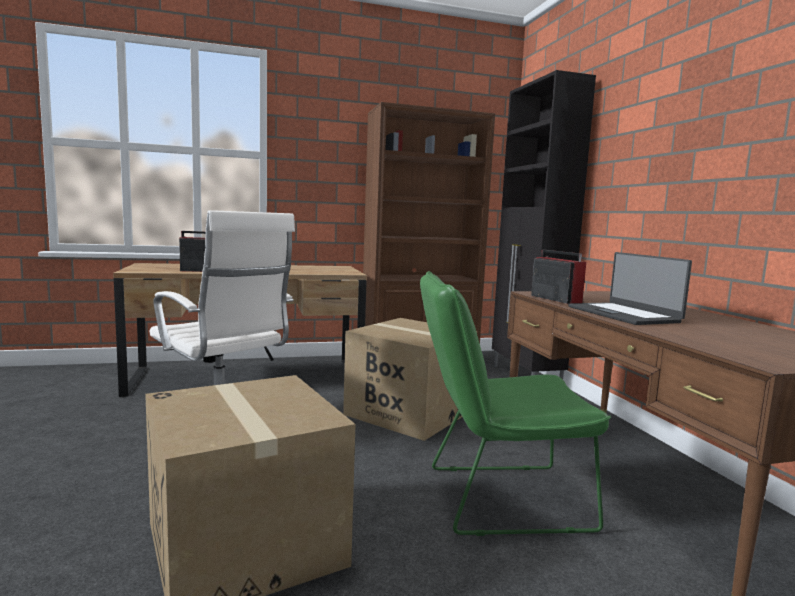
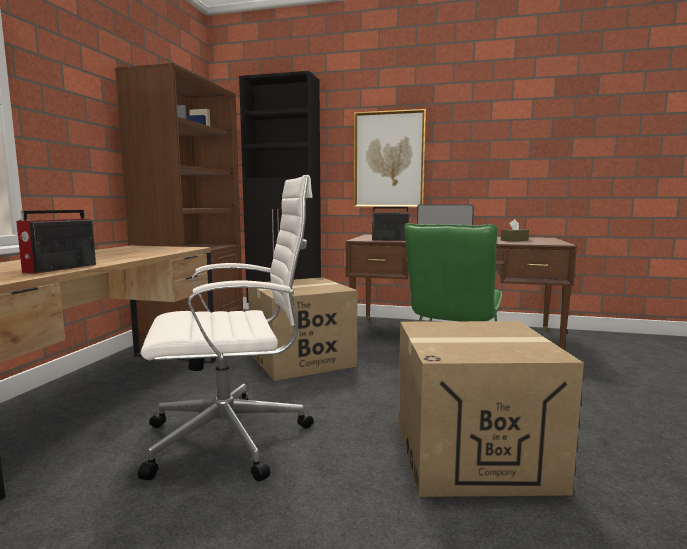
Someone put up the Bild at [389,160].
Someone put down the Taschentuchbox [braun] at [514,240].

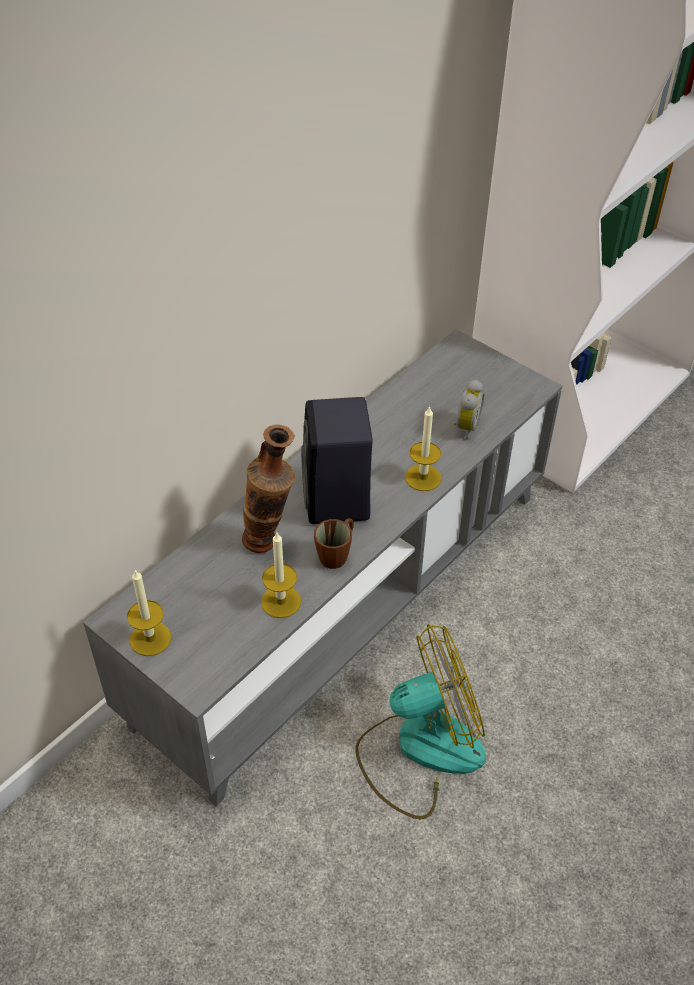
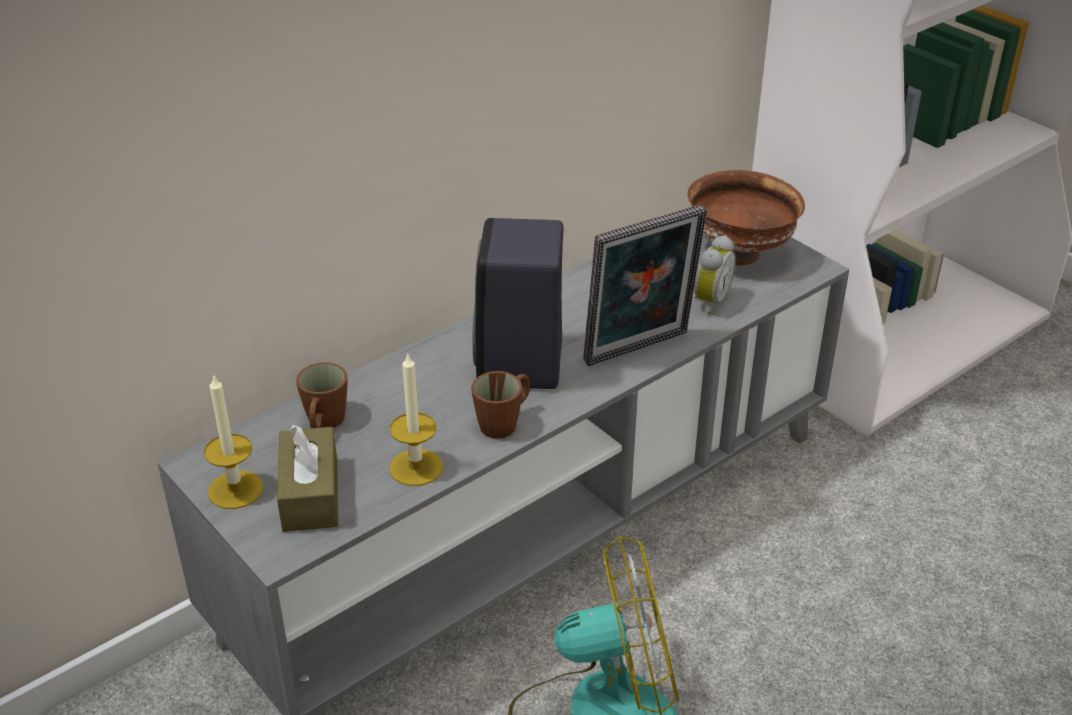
Someone took away the Vase at [270,543].
Someone put down the Taschentuchbox [braun] at [310,494].
Someone put down the Henkelbecher [braun] at [324,423].
Someone put down the Schüssel [braun] at [739,252].
Someone swapped the Kerze at [423,477] for the Bilderrahmen at [639,350].

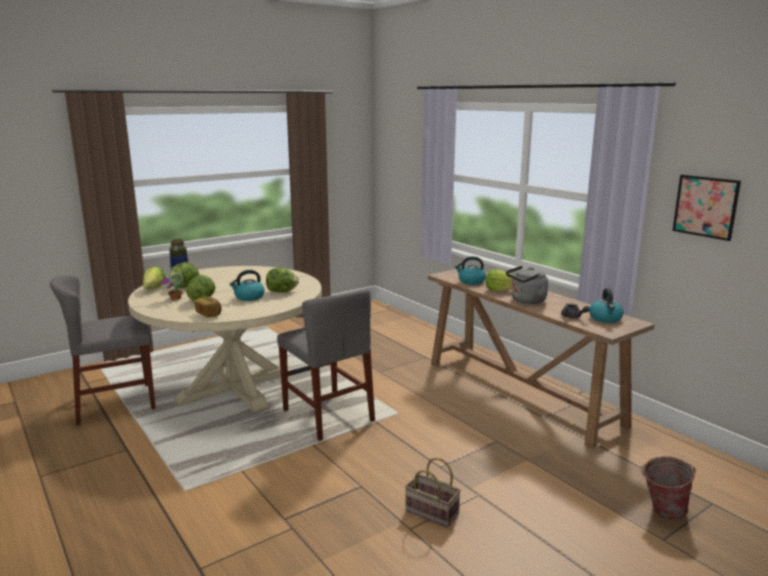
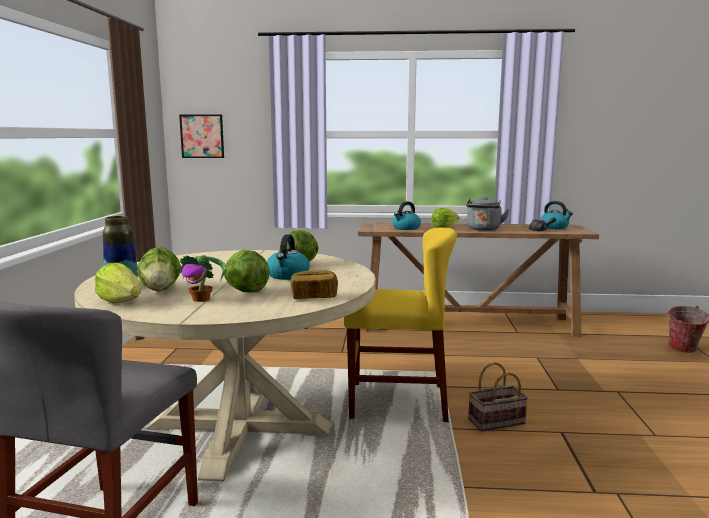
Someone carried the Korb from [430,512] to [496,422].
Someone carried the Bild from [705,206] to [202,136].
Someone repainted the Stuhl [grau] at [328,415], which became the Stuhl [gelb] at [397,402].

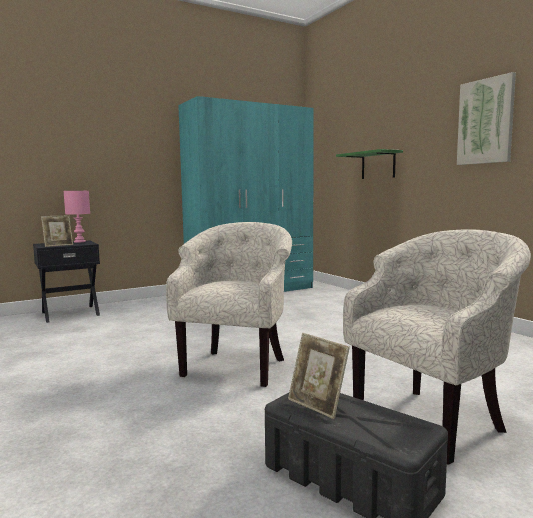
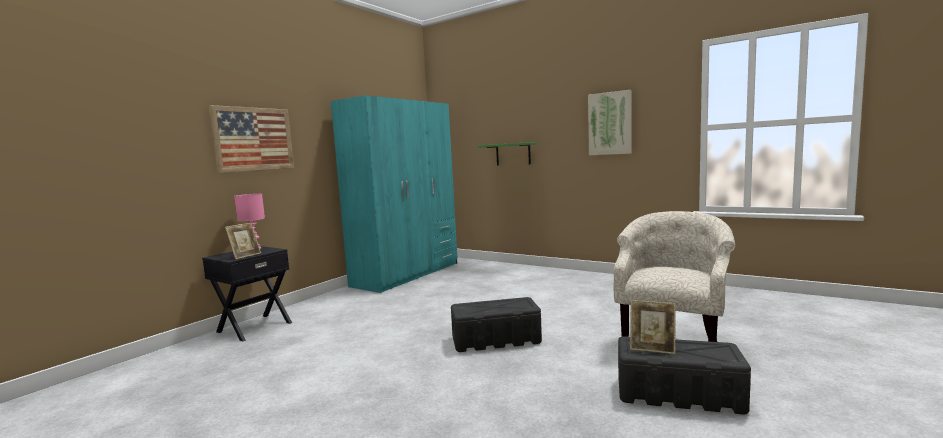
Someone put up the Bild at [254,139].
Someone swapped the Sessel [beige] at [237,365] for the Aufbewahrungsbox [schwarz] at [496,340].

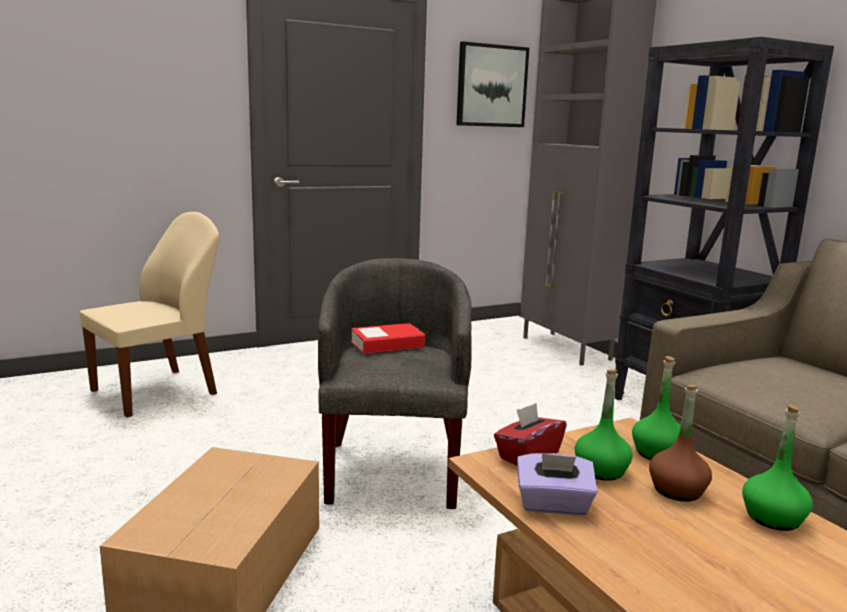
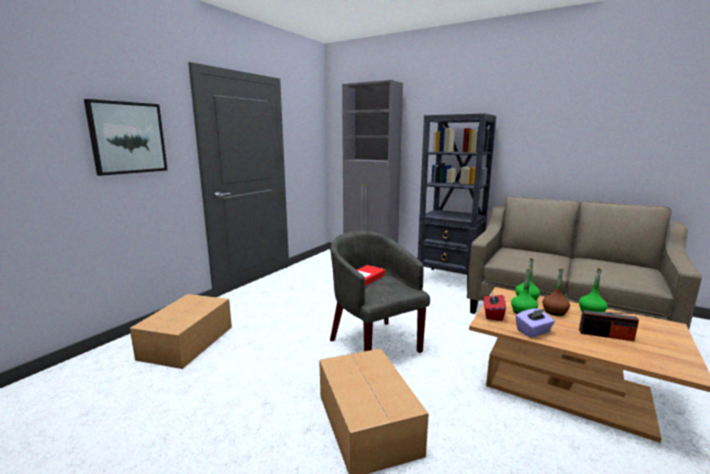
Someone put down the Radio at [606,335].
Someone carried the Bild from [491,86] to [128,138].
Someone swapped the Stuhl [beige] at [158,392] for the Karton at [188,341].

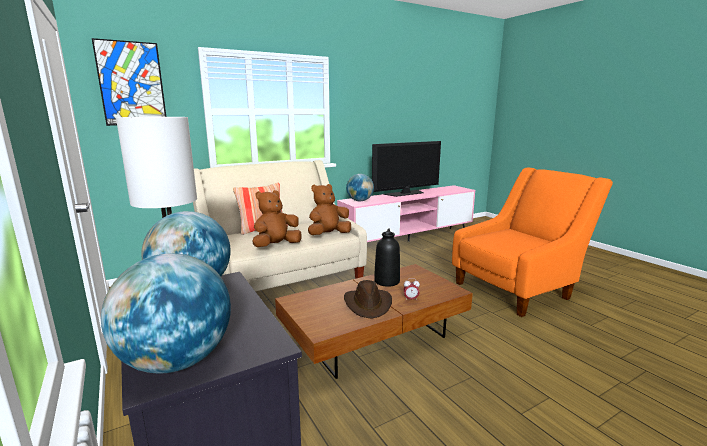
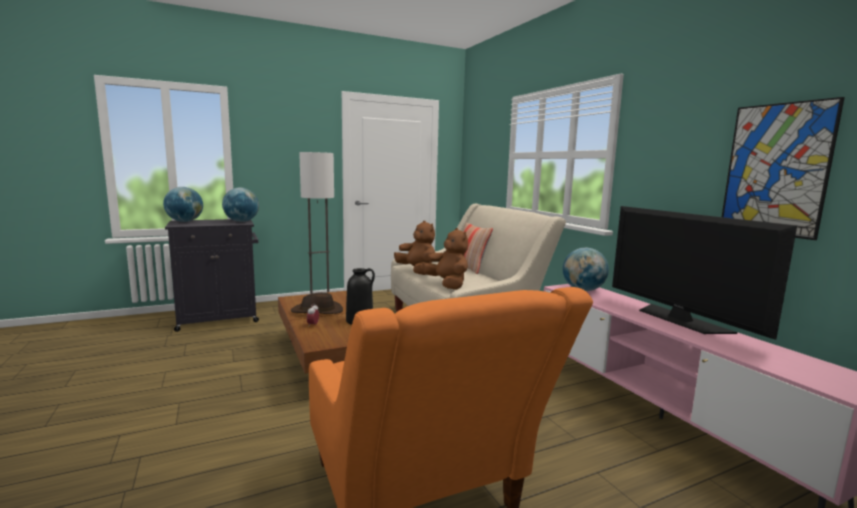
Someone carried the Bild from [131,84] to [775,170].

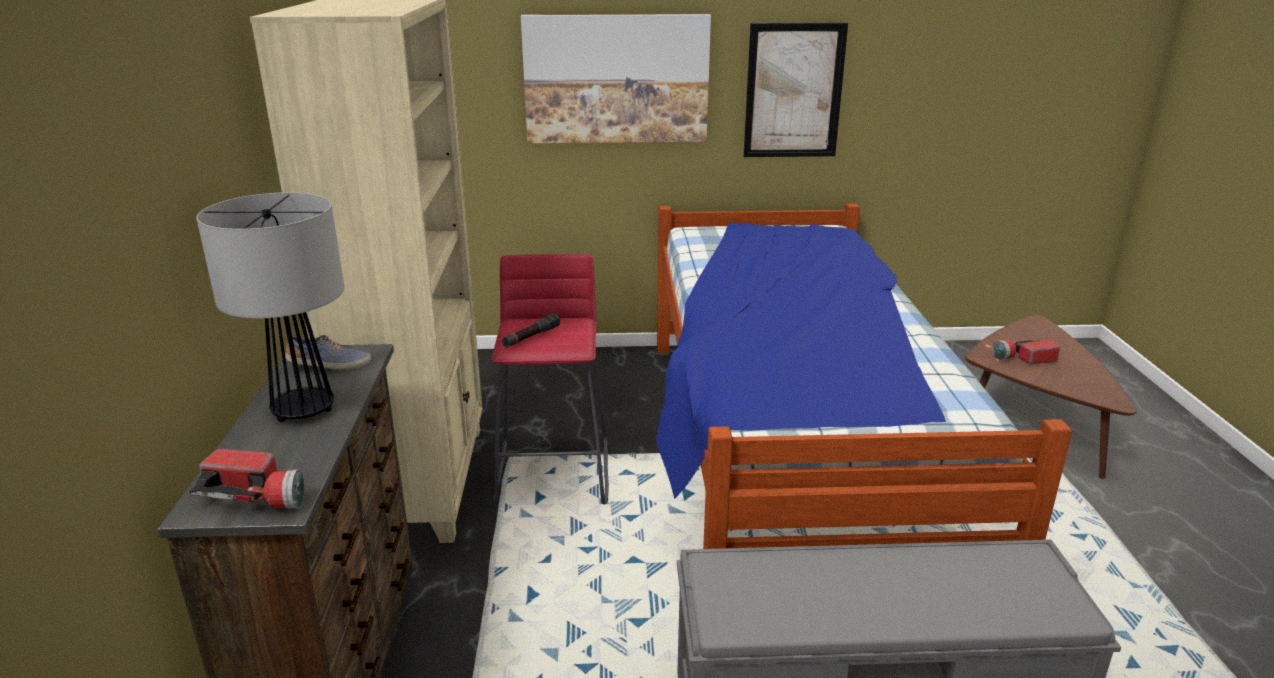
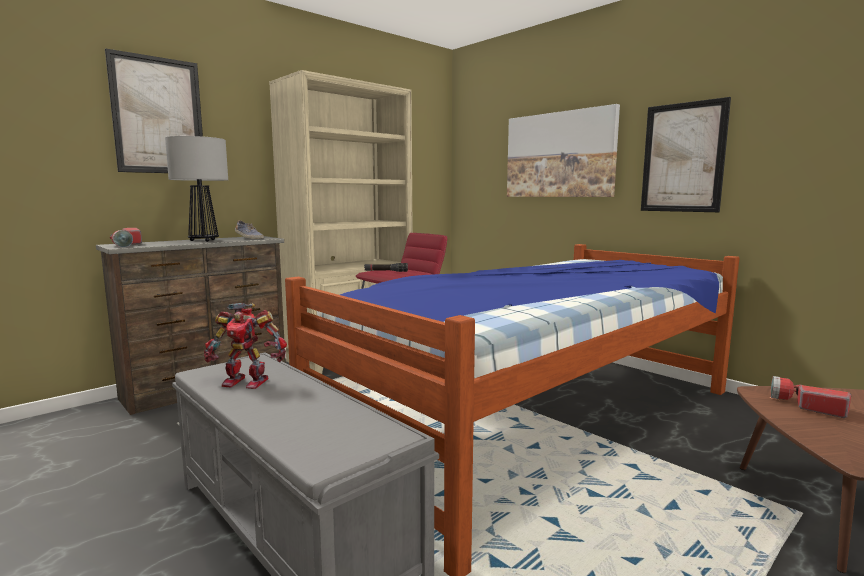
Someone put up the Bild at [158,116].
Someone put down the Spielzeugroboter at [247,381].

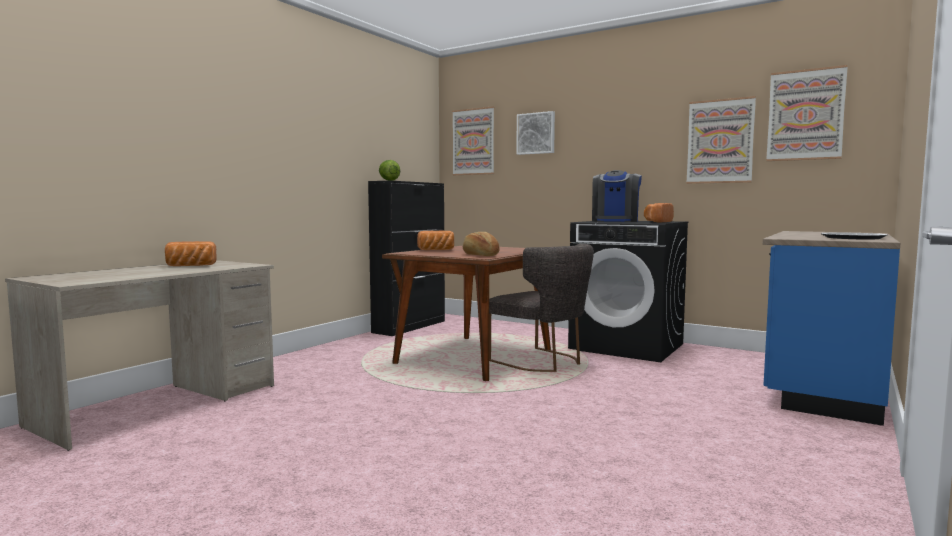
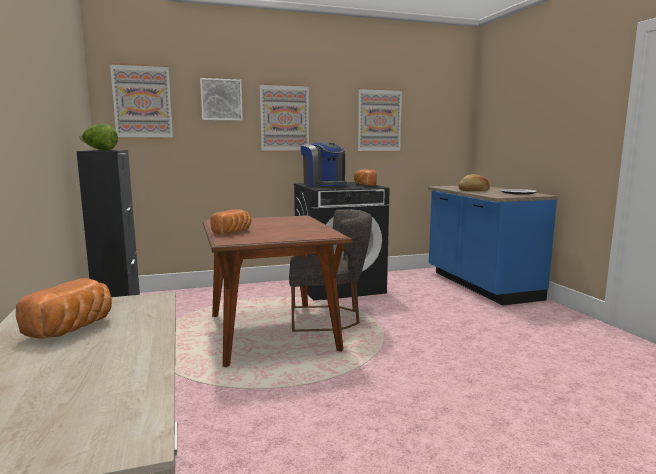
Someone carried the Brot from [480,255] to [474,191].
Someone carried the Bild from [805,115] to [284,118].

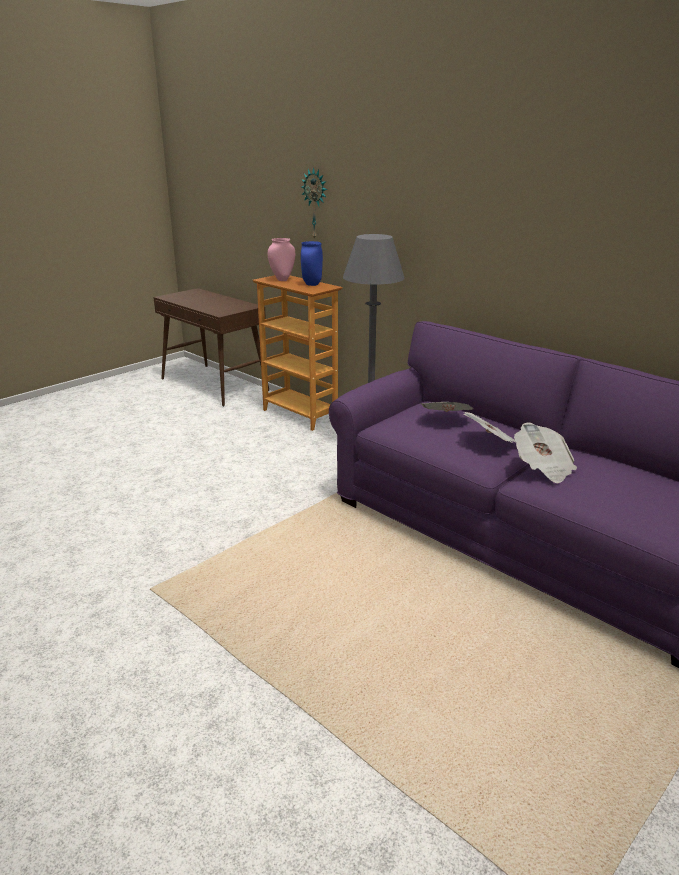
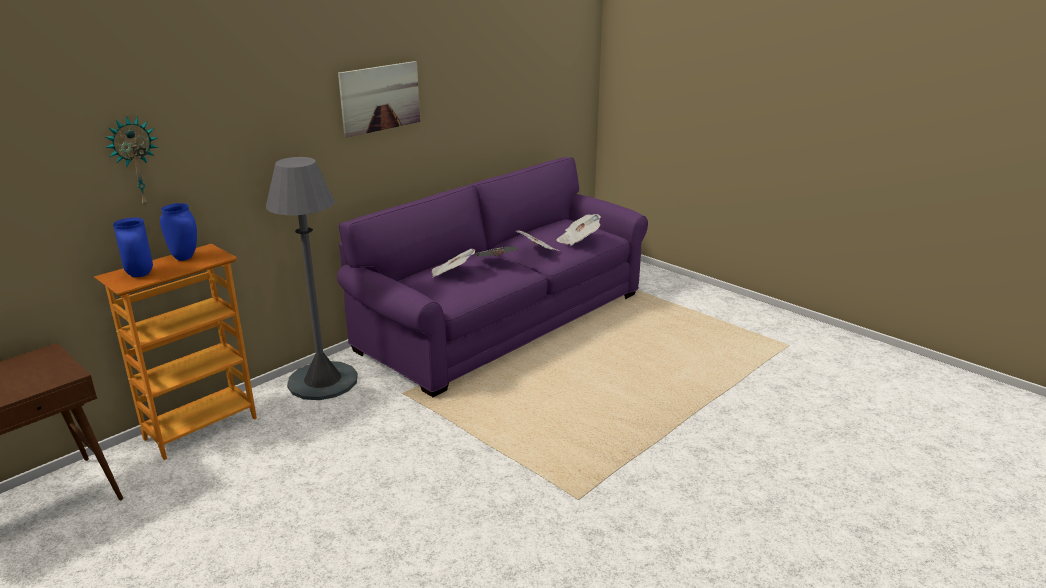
Someone put up the Bild at [380,98].
Someone put down the Zeitung at [578,240].
Someone repainted the Vase [rosa] at [282,280], which became the Vase [blau] at [141,274].

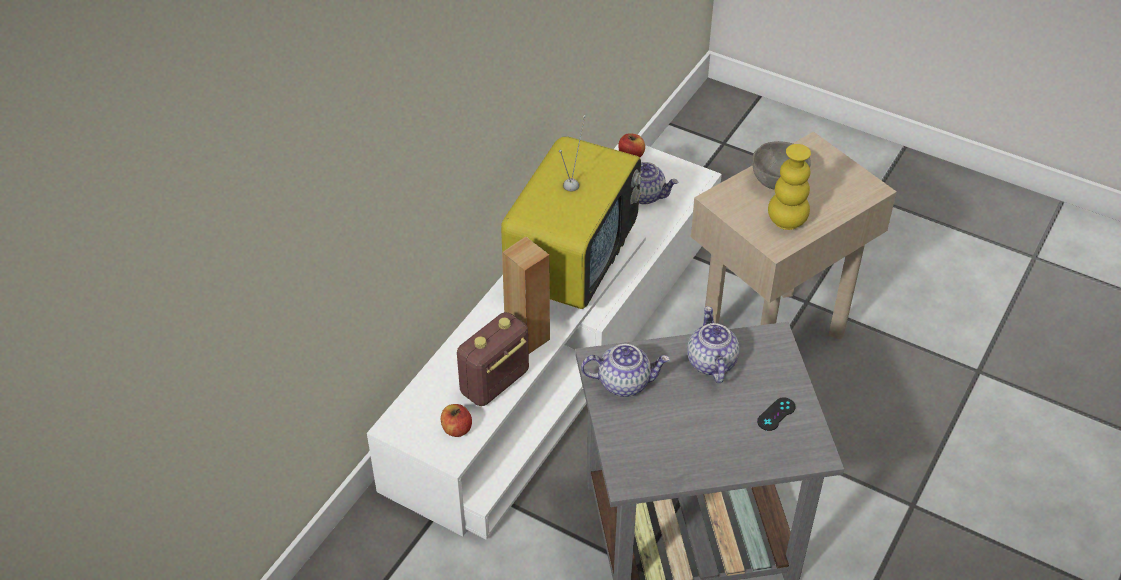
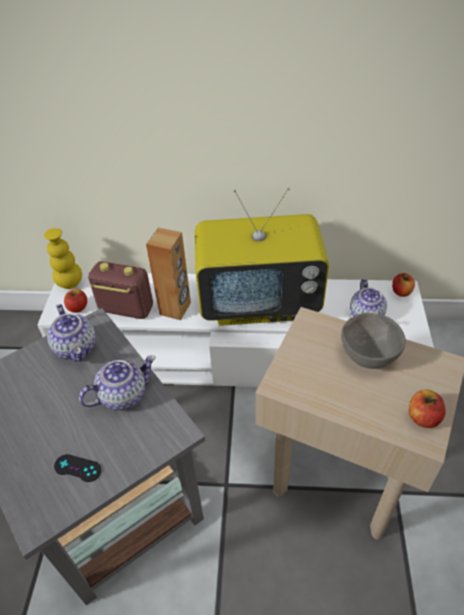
Someone put down the Apfel at [423,417].
Someone carried the Vase [gelb] from [786,222] to [70,283].

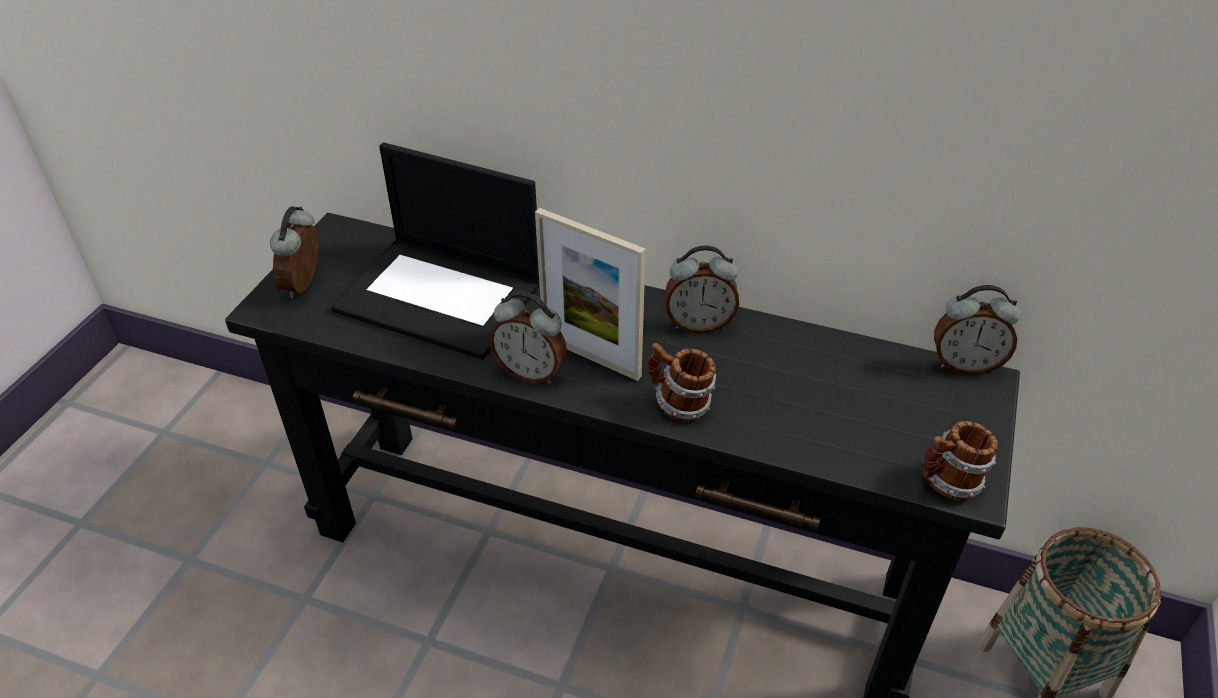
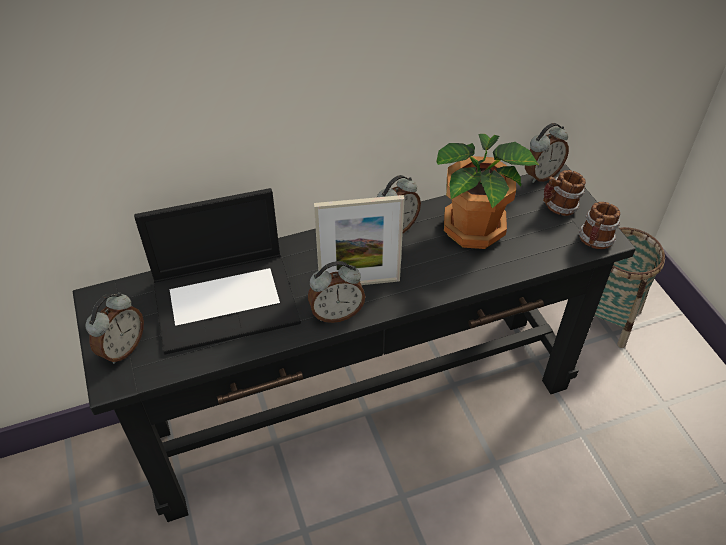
Someone put down the Topfpflanze at [476,230].
Someone carried the Henkelbecher from [679,404] to [559,208].
Someone rotated the Wecker at [306,285] by 120 degrees counterclockwise.

